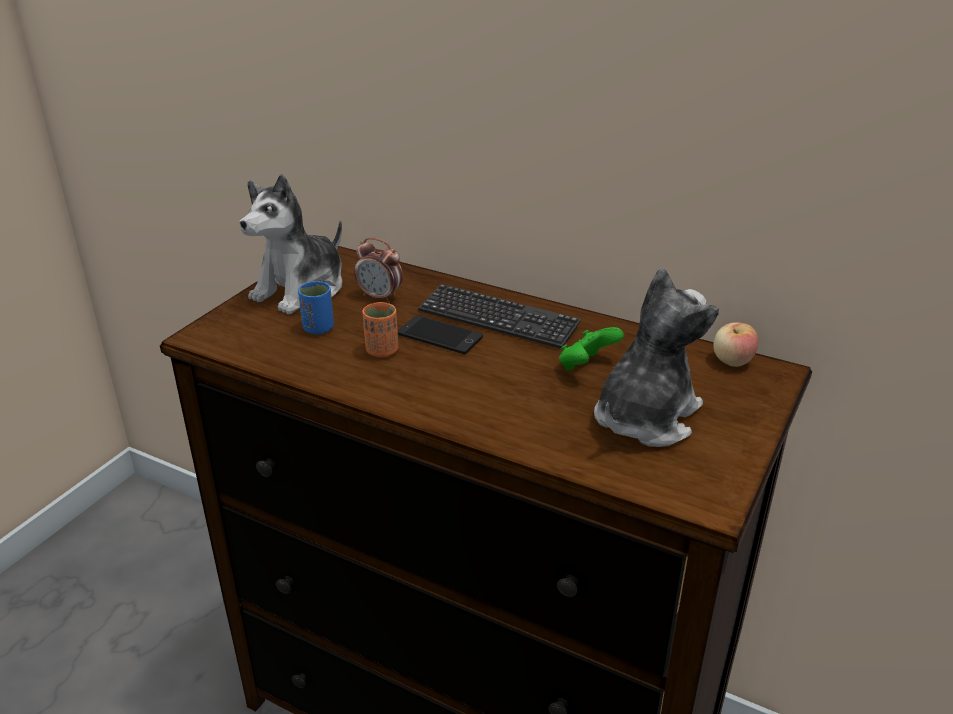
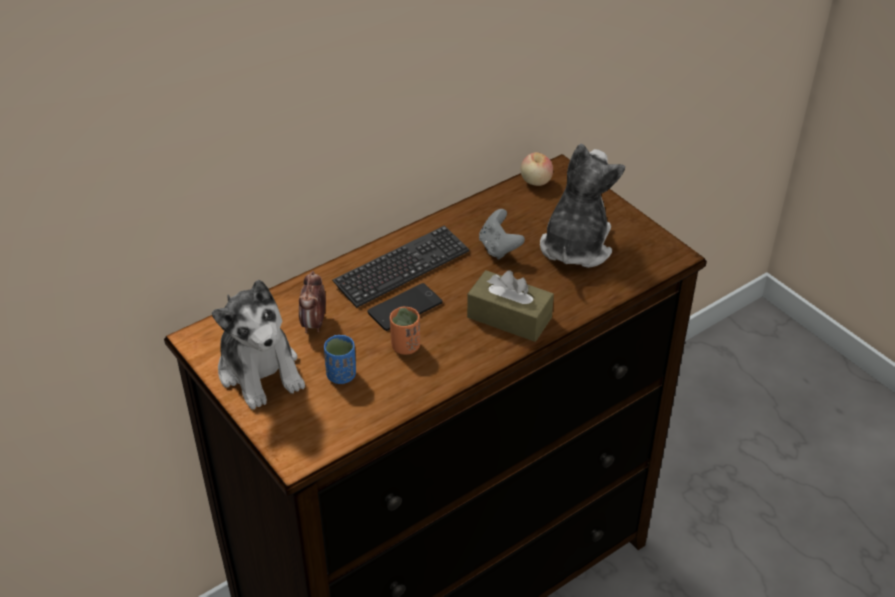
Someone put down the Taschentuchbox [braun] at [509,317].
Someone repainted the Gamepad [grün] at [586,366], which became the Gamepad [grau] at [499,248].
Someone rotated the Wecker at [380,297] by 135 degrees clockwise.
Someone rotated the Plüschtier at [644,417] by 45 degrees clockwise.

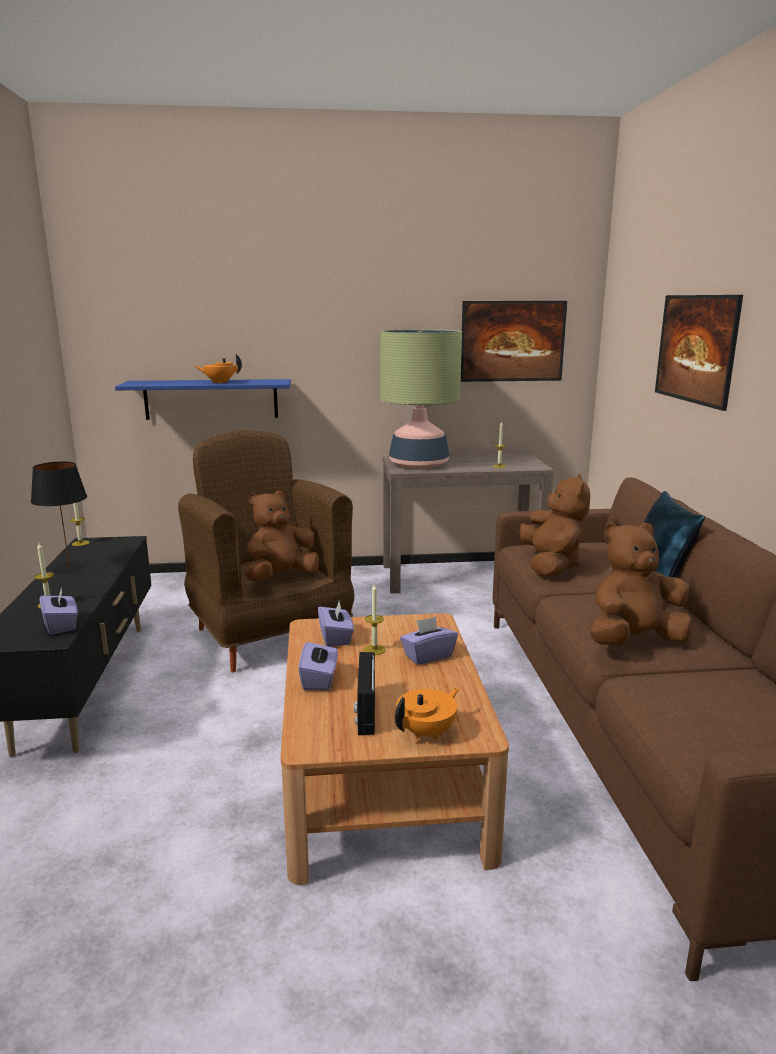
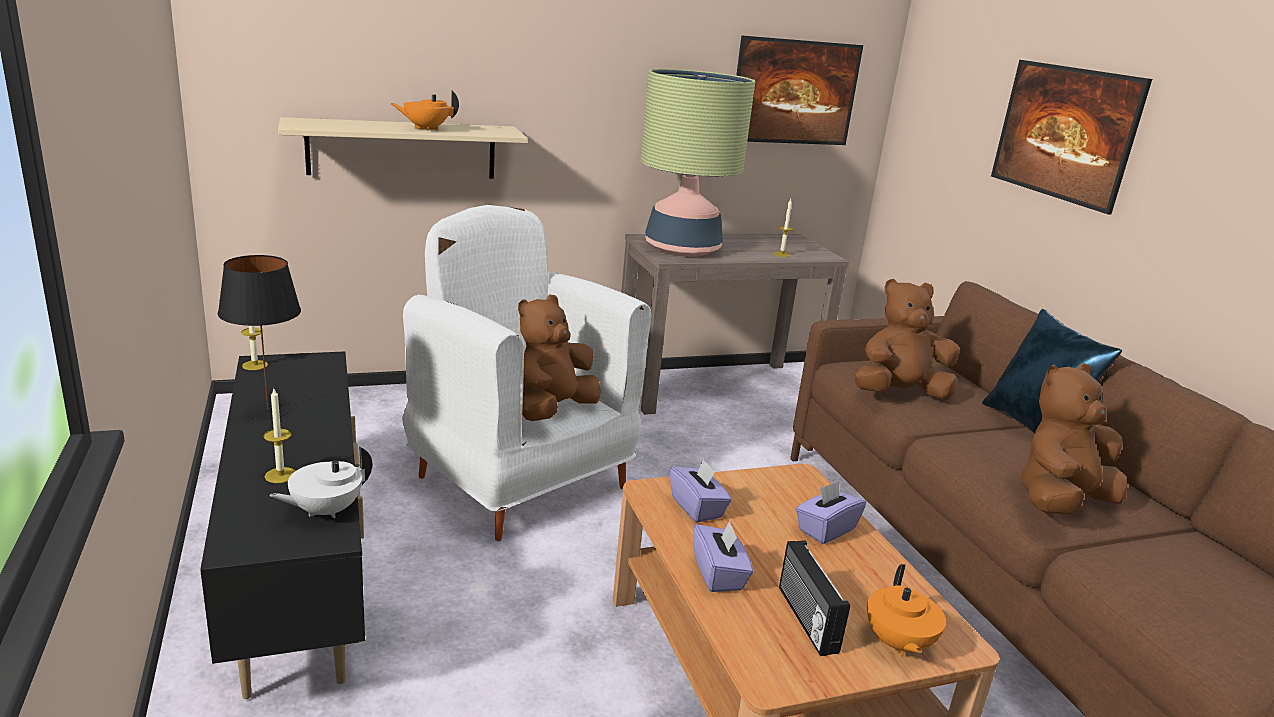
Someone took away the Kerze at [374,649].
Someone swapped the Taschentuchbox [lila] at [61,625] for the Teekanne [weiß] at [325,510].
Someone repainted the Wandregal [blau] at [211,399], which became the Wandregal [beige] at [402,149].
Someone repainted the Sessel [braun] at [270,634], which became the Sessel [weiß] at [520,481].
Someone rotated the Teekanne [orange] at [427,732] by 150 degrees clockwise.
Someone rotated the Plüschtier [braun] at [551,565] by 90 degrees counterclockwise.

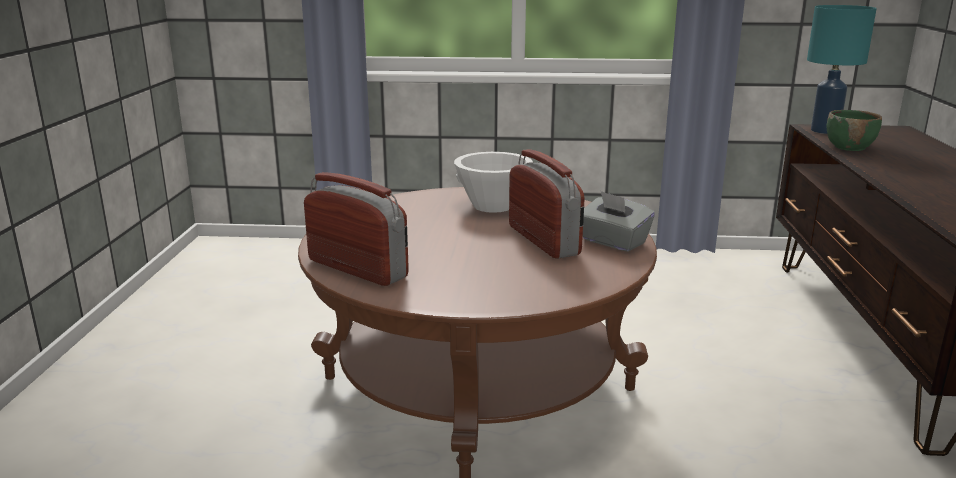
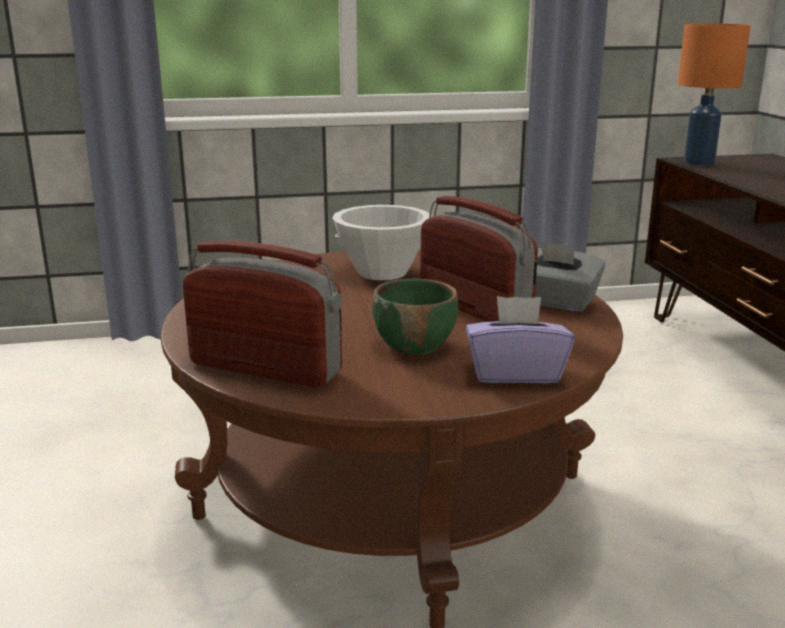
Someone put down the Taschentuchbox [lila] at [515,373].
Someone carried the Schüssel [grün] from [849,147] to [415,345].
Someone repainted the Tischlampe [türkis] at [825,130], which became the Tischlampe [orange] at [699,162].

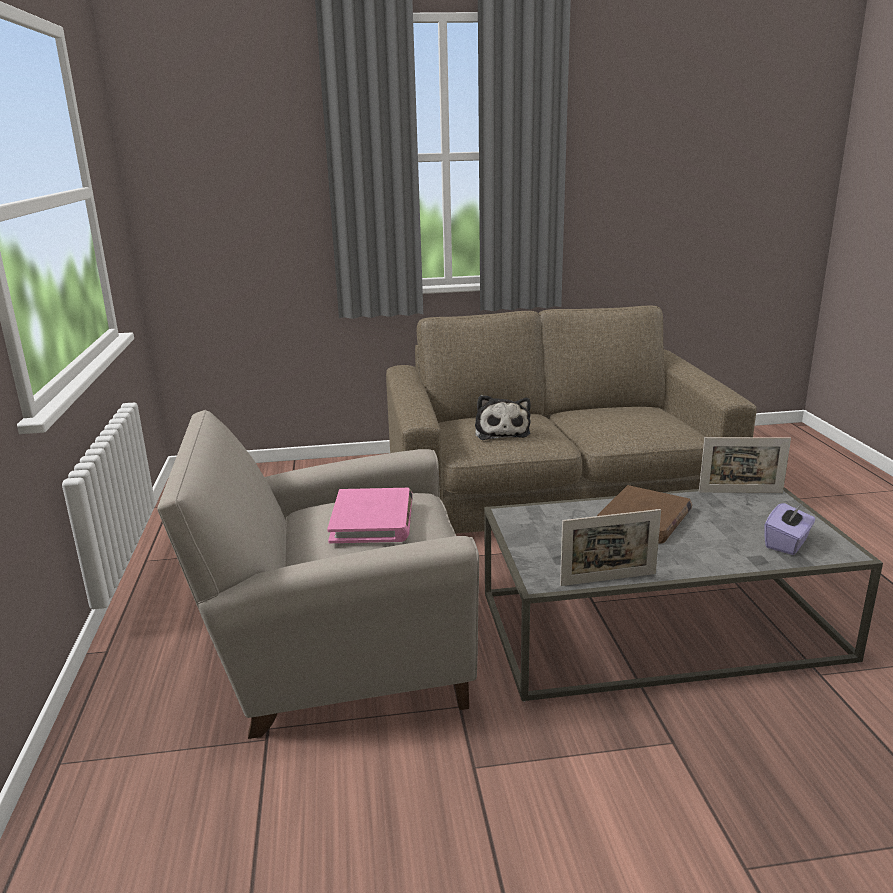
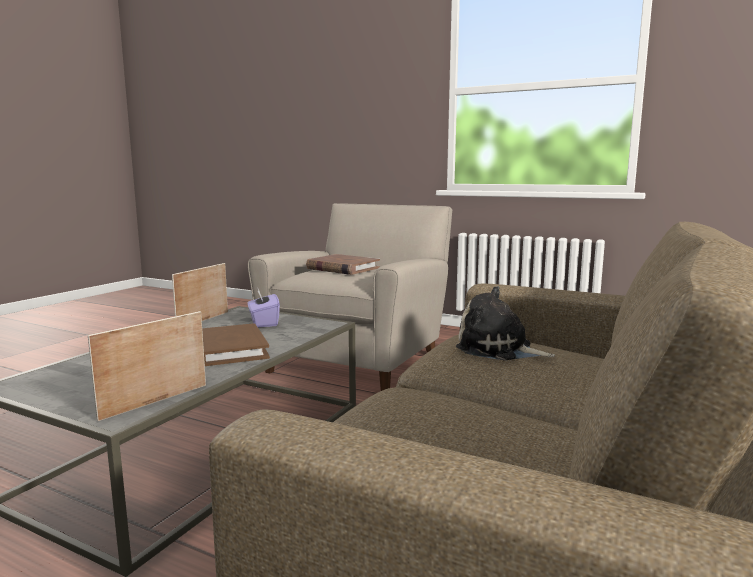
Someone carried the Taschentuchbox [lila] from [787,543] to [263,322].
Someone repainted the Buch [rosa] at [372,520], which became the Buch [braun] at [342,268].

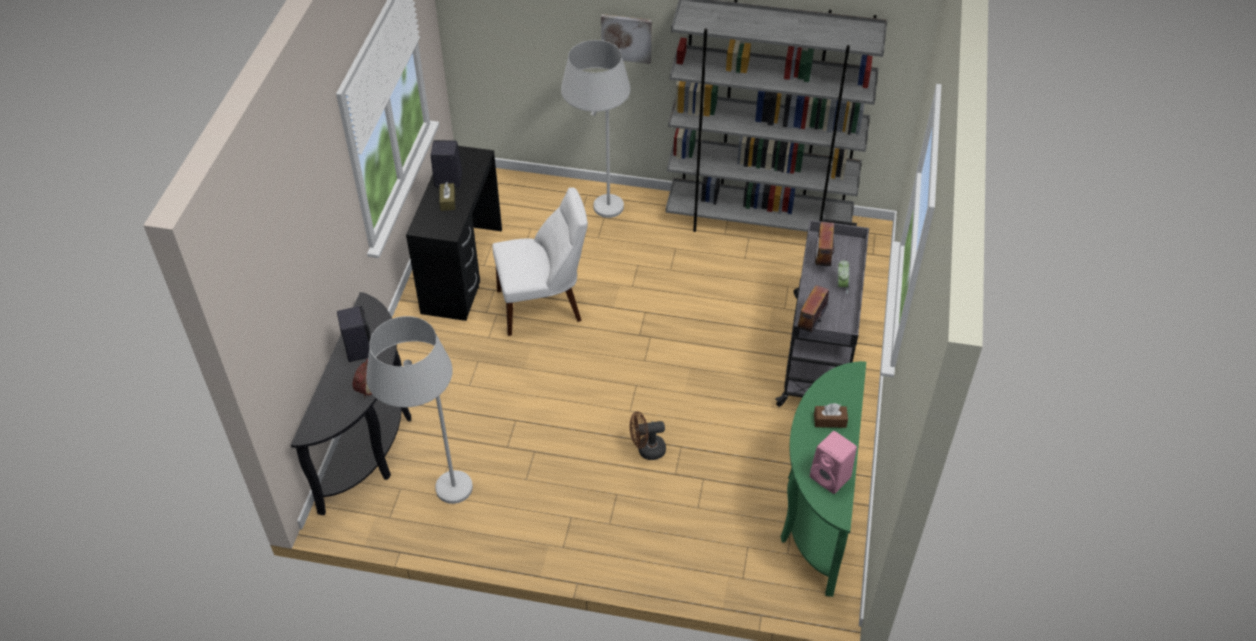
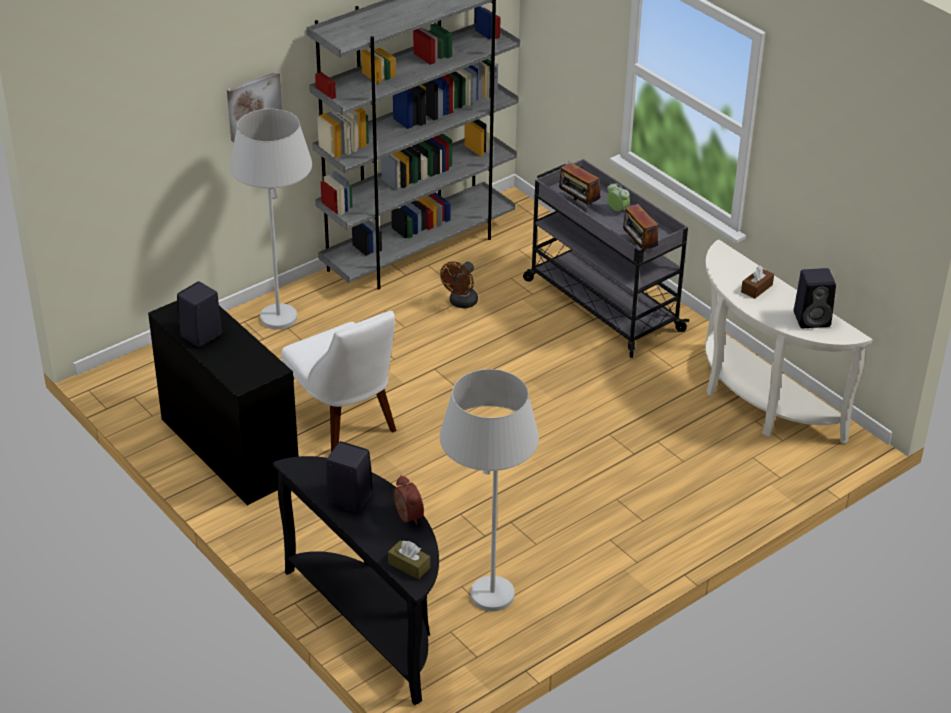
Someone carried the Taschentuchbox [braun] from [448,201] to [409,565].
Someone carried the Ventilator [braun] from [646,450] to [461,303].
Someone repainted the Konsolentisch [grün] at [815,511], which became the Konsolentisch [weiß] at [757,402].
Someone repainted the Lautsprecher [rosa] at [831,478], which became the Lautsprecher [schwarz] at [813,319].
Someone rotated the Stuhl [weiß] at [543,305] by 120 degrees clockwise.

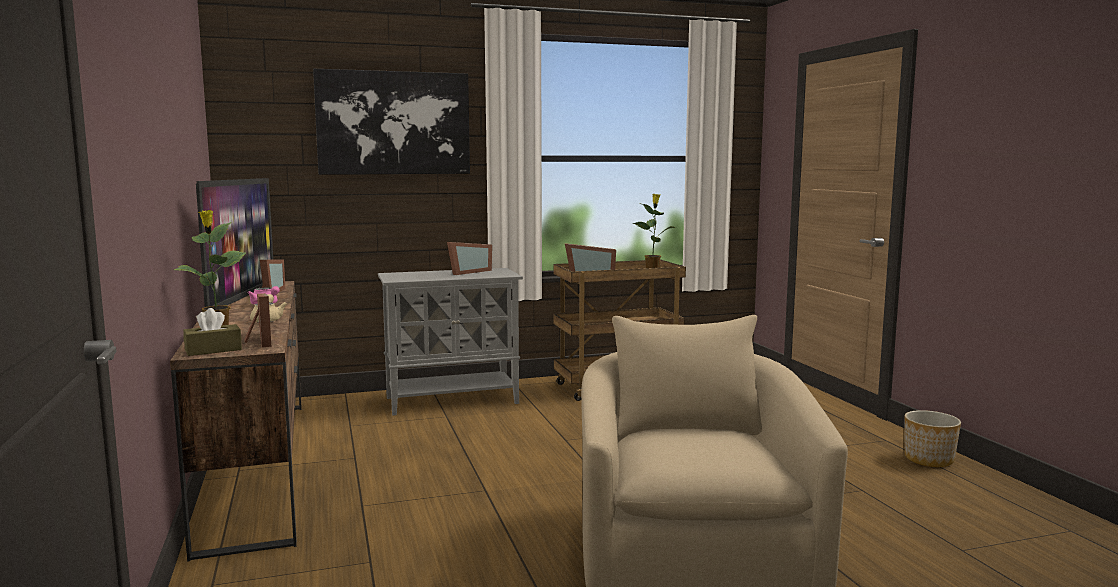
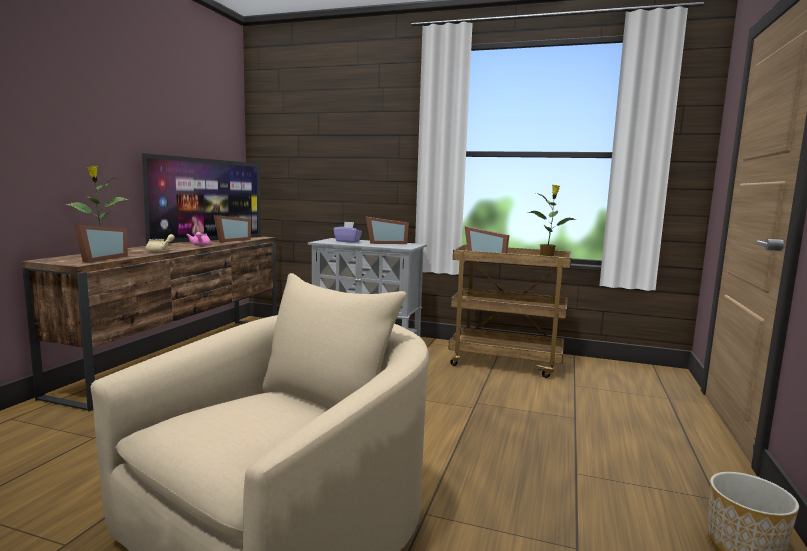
Someone took away the Taschentuchbox [braun] at [213,350].
Someone took away the Bild at [394,123].
Someone put down the Taschentuchbox [lila] at [347,241].

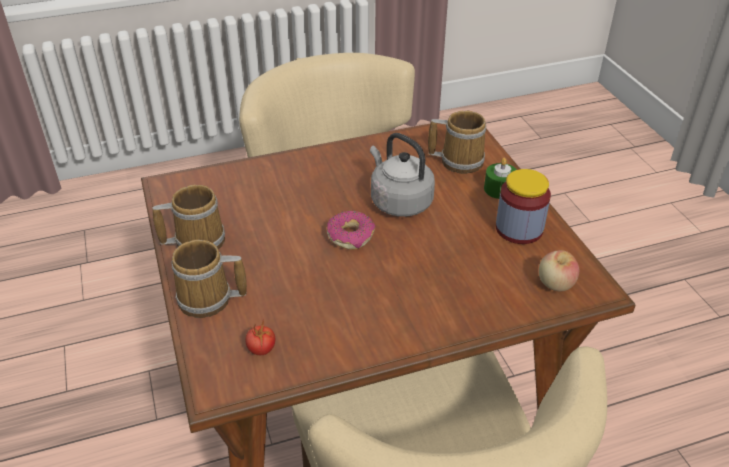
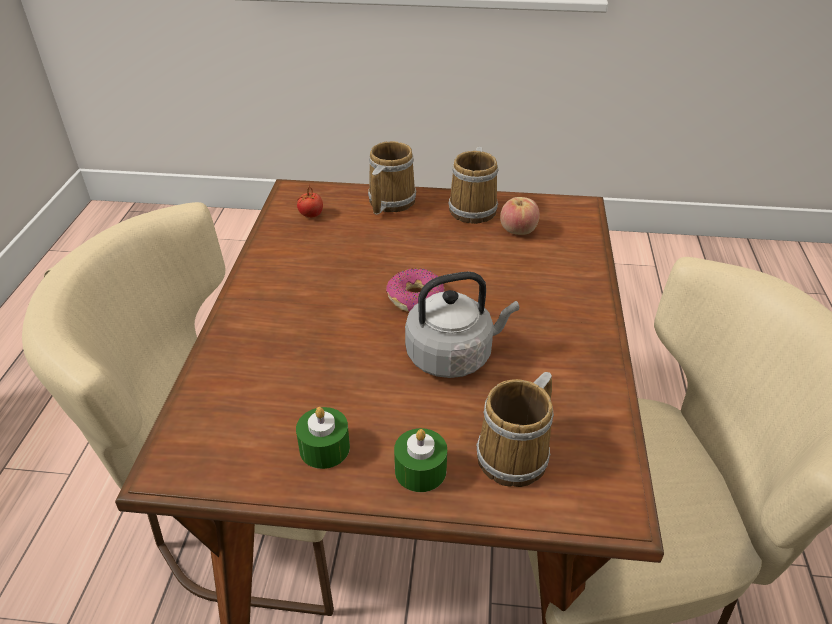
Someone carried the Apfel from [555,284] to [518,230].
Someone swapped the Vorratsglas at [519,229] for the Kerze [grün] at [324,448].

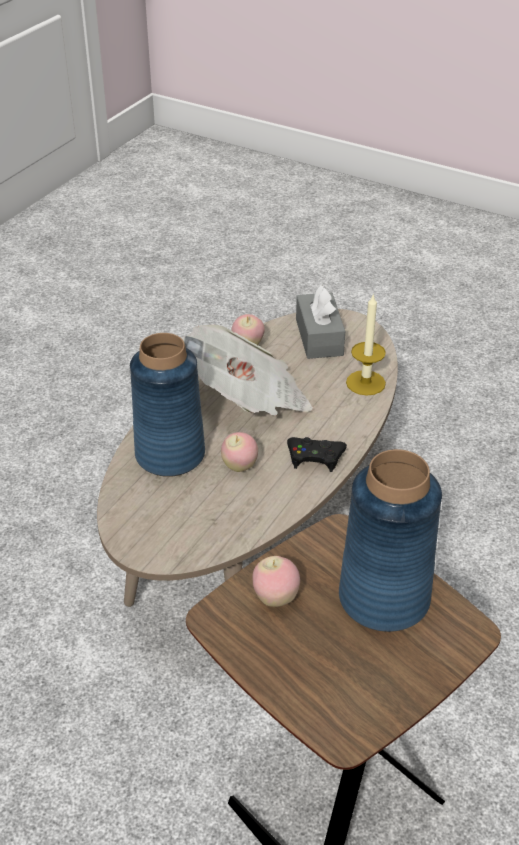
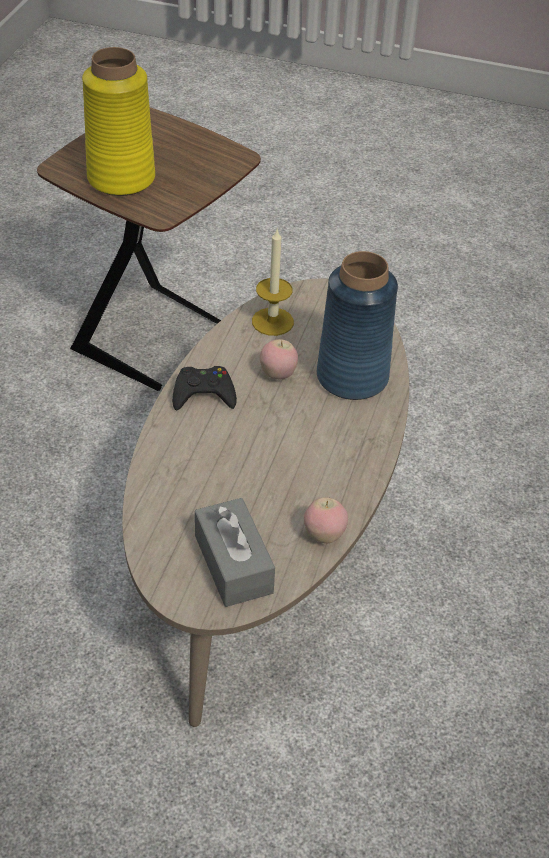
Someone took away the Zeitung at [247,399].
Someone took away the Apfel at [275,598].
Someone carried the Kerze from [365,383] to [272,321].
Someone repainted the Vase [blau] at [384,598], which became the Vase [gelb] at [121,179].

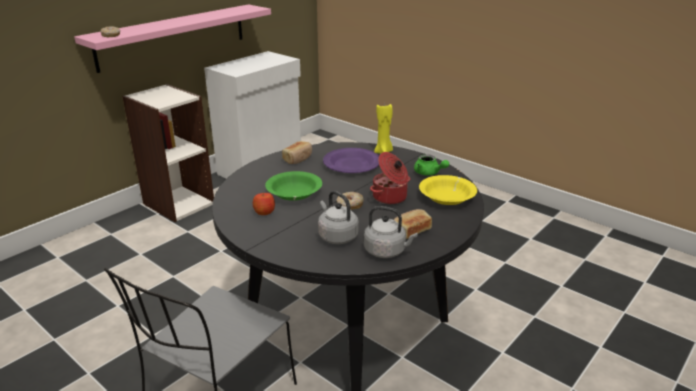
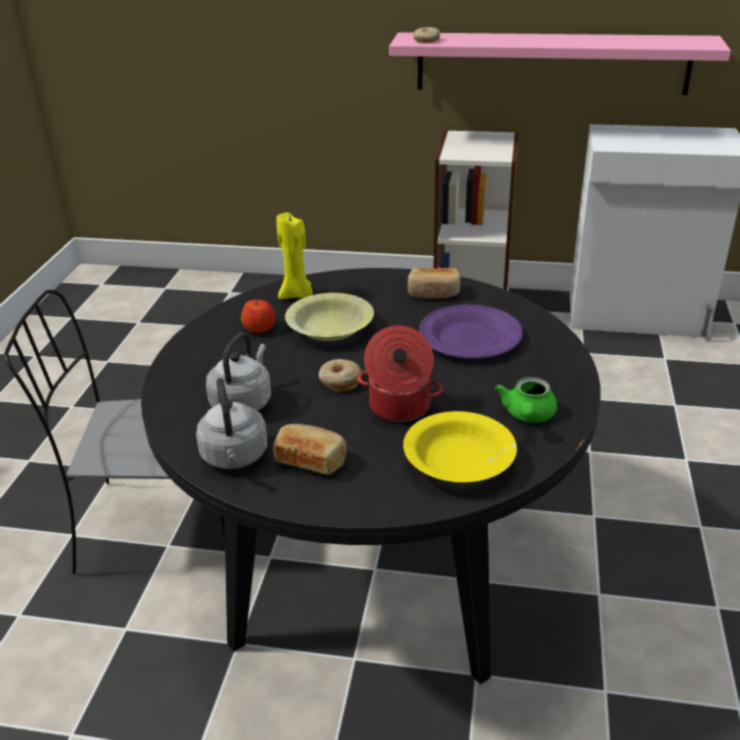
Someone carried the Kerze [gelb] from [383,152] to [297,295].
Someone repainted the Schüssel [grün] at [294,193], which became the Schüssel [gelb] at [330,328].

